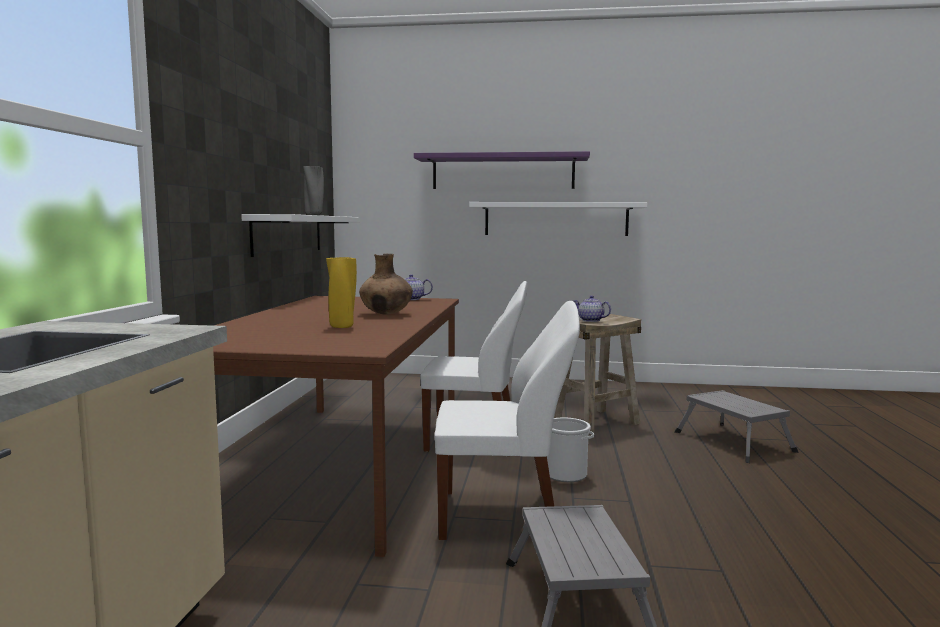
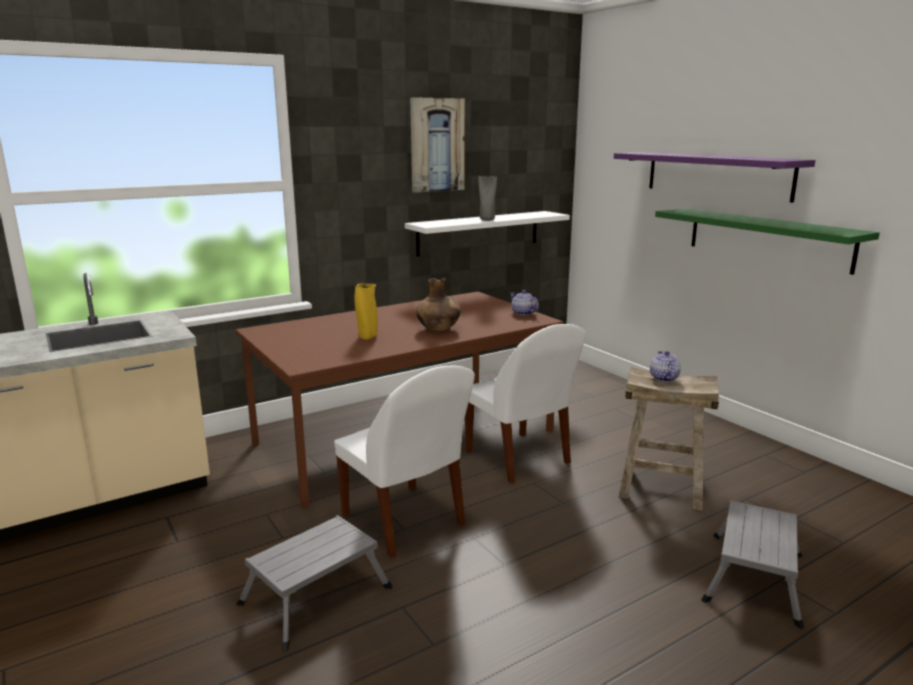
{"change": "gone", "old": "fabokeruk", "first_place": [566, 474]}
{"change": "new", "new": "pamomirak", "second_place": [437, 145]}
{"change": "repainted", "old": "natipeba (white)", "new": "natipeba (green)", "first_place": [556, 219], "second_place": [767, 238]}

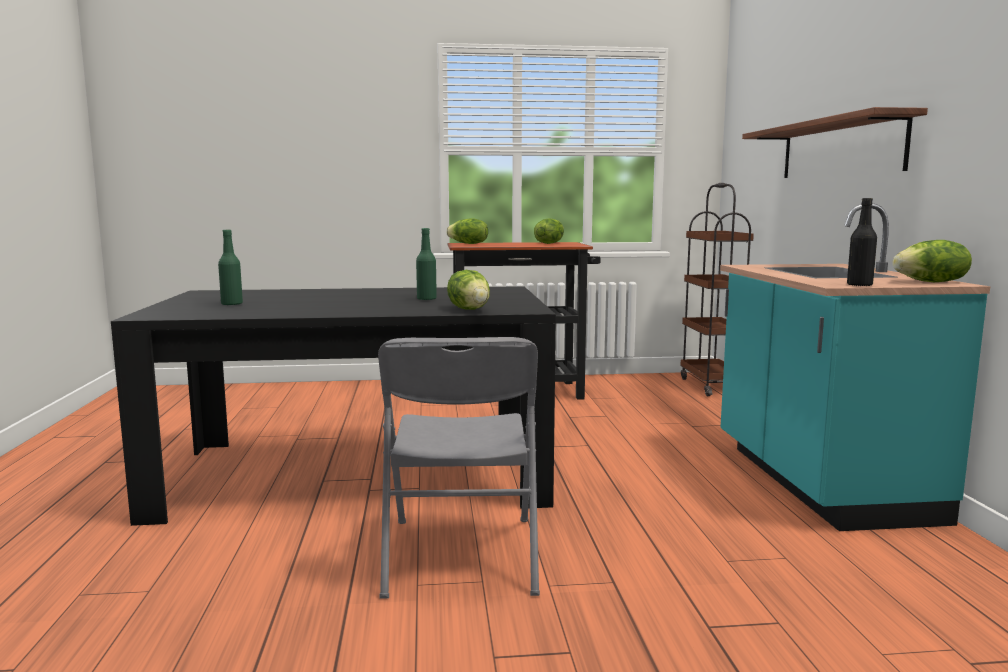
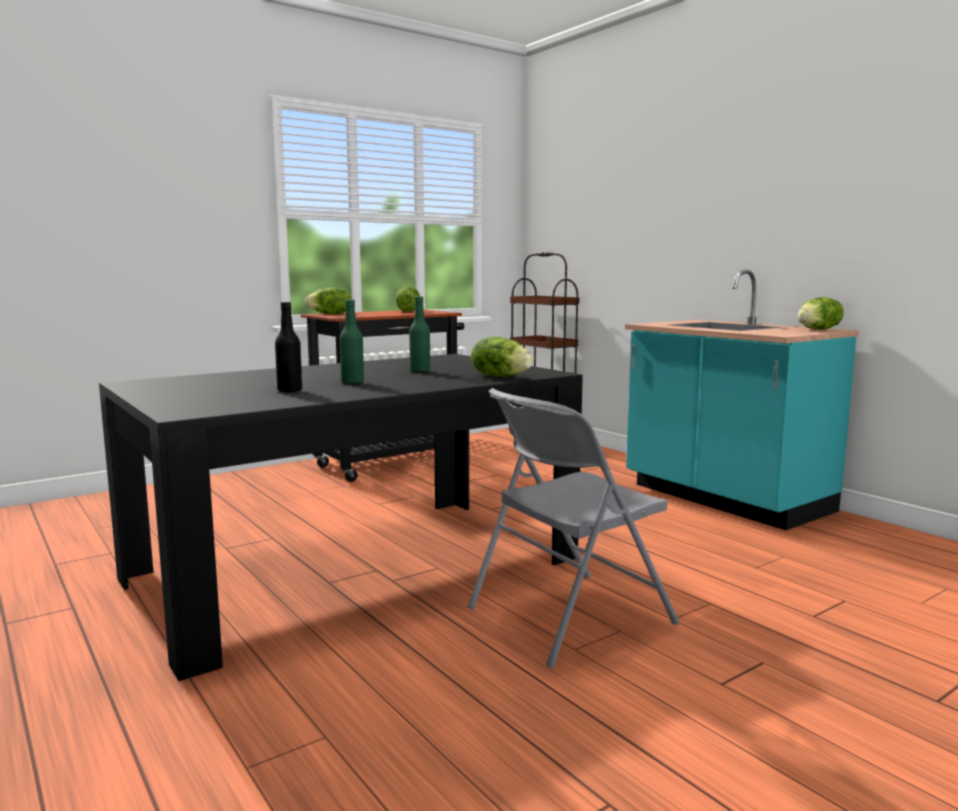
{"change": "gone", "old": "natipeba", "first_place": [839, 149]}
{"change": "shifted", "old": "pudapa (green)", "first_place": [232, 304], "second_place": [352, 382]}
{"change": "shifted", "old": "pudapa (black)", "first_place": [859, 285], "second_place": [289, 390]}
{"change": "rotated", "old": "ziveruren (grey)", "first_place": [461, 555], "second_place": [570, 615], "degrees": 90}

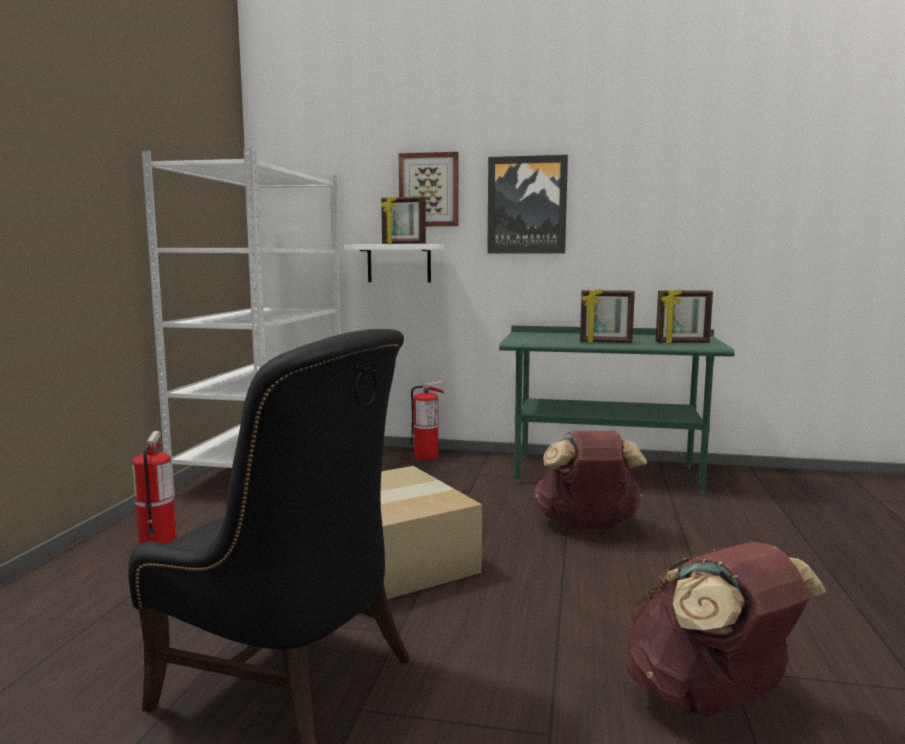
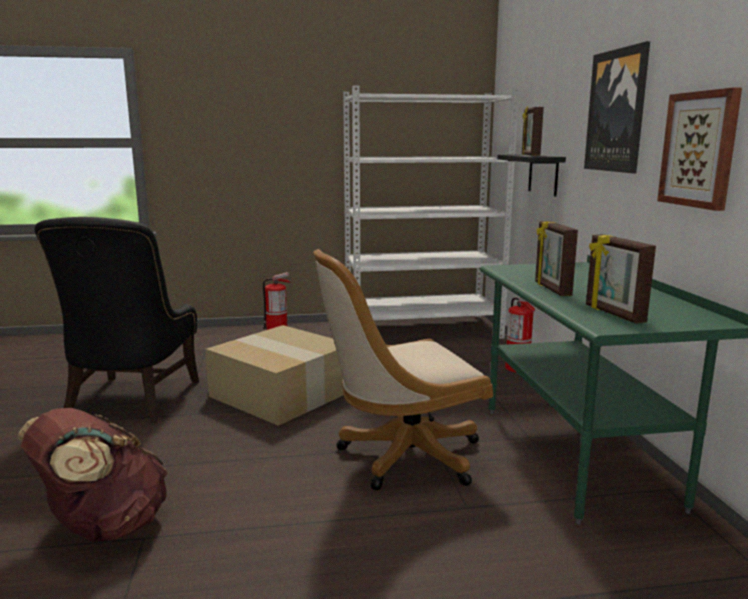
{"change": "shifted", "old": "pamomirak", "first_place": [429, 190], "second_place": [700, 149]}
{"change": "swapped", "old": "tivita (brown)", "new": "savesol", "first_place": [587, 527], "second_place": [400, 457]}
{"change": "repainted", "old": "natipeba (white)", "new": "natipeba (black)", "first_place": [399, 263], "second_place": [543, 174]}

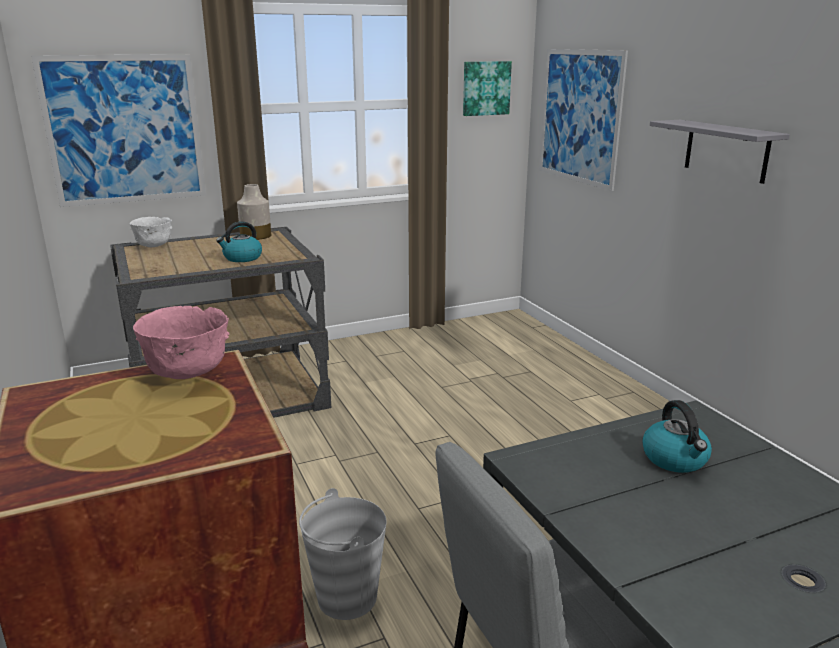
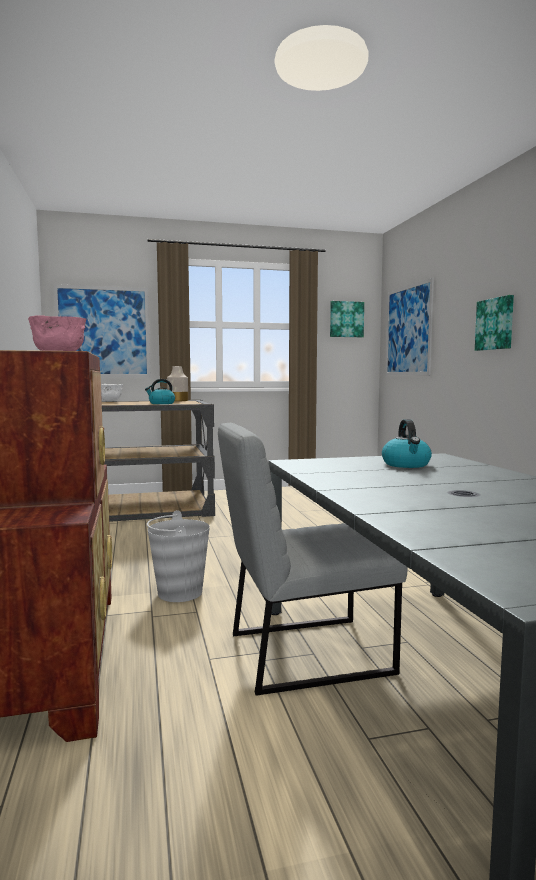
{"change": "swapped", "old": "natipeba (grey)", "new": "pamomirak", "first_place": [726, 150], "second_place": [495, 324]}

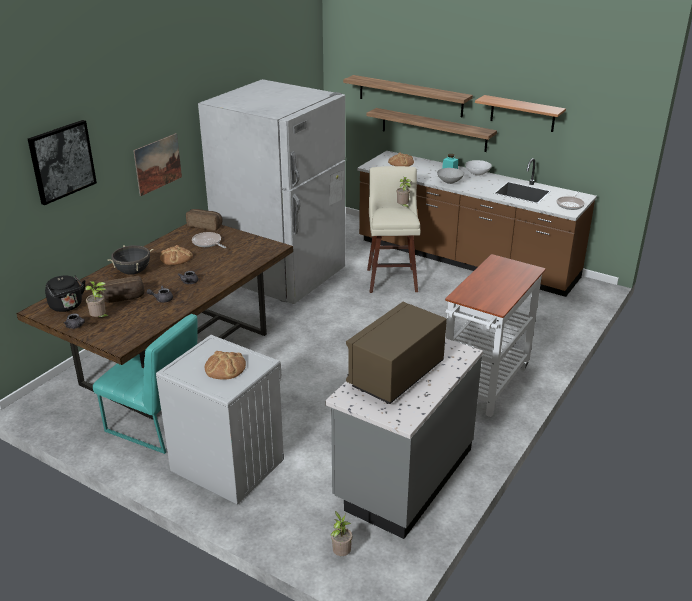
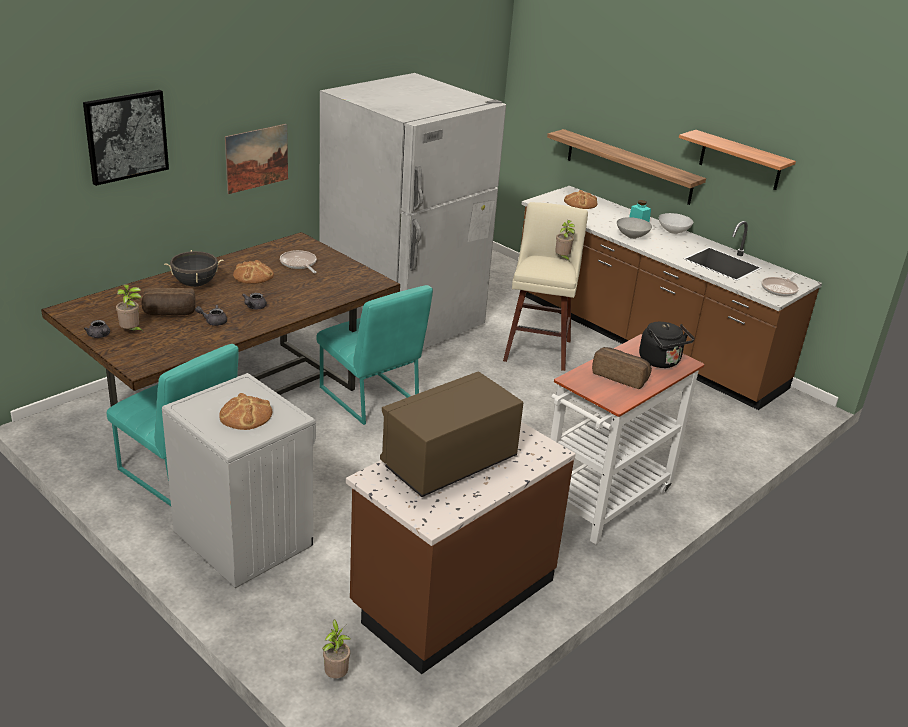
{"change": "gone", "old": "natipeba", "first_place": [410, 96]}
{"change": "new", "new": "ziveruren (turquoise)", "second_place": [370, 397]}
{"change": "shifted", "old": "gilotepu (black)", "first_place": [67, 306], "second_place": [661, 362]}
{"change": "shifted", "old": "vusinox", "first_place": [205, 225], "second_place": [620, 376]}
{"change": "repainted", "old": "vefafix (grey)", "new": "vefafix (brown)", "first_place": [402, 475], "second_place": [452, 594]}

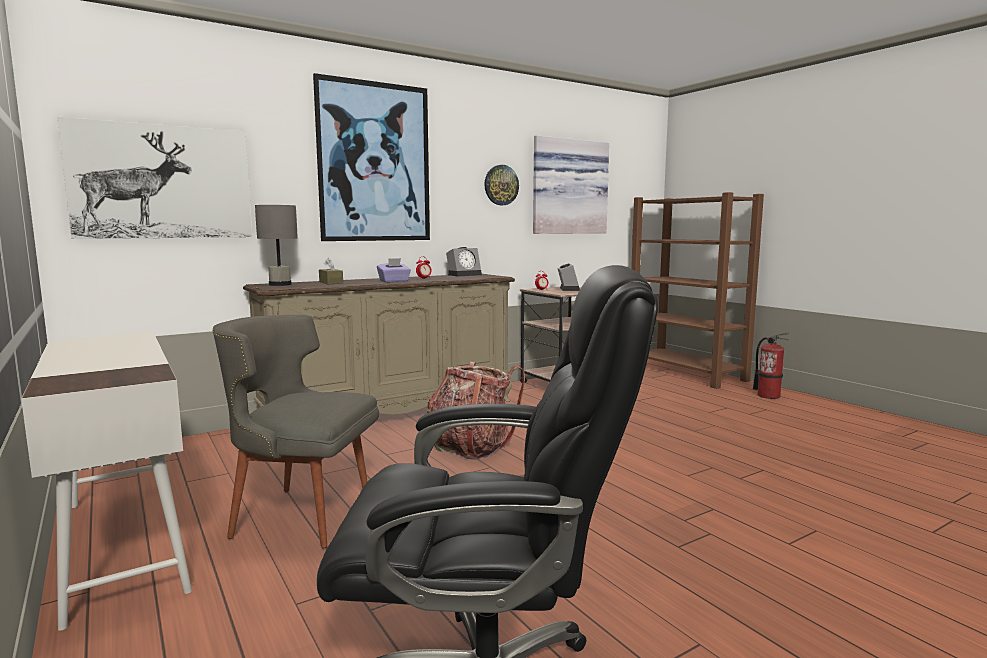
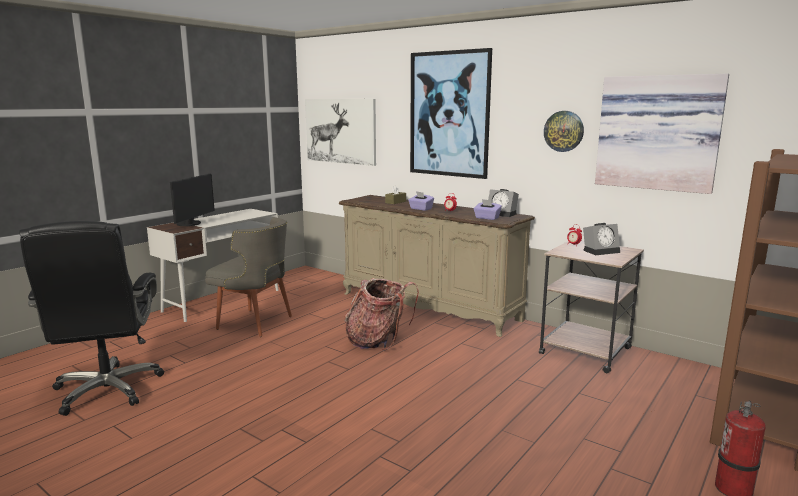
{"change": "gone", "old": "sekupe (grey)", "first_place": [279, 284]}
{"change": "new", "new": "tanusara", "second_place": [191, 224]}
{"change": "new", "new": "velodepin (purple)", "second_place": [487, 218]}
{"change": "rotated", "old": "ziveruren (grey)", "first_place": [304, 517], "second_place": [254, 323], "degrees": 120}

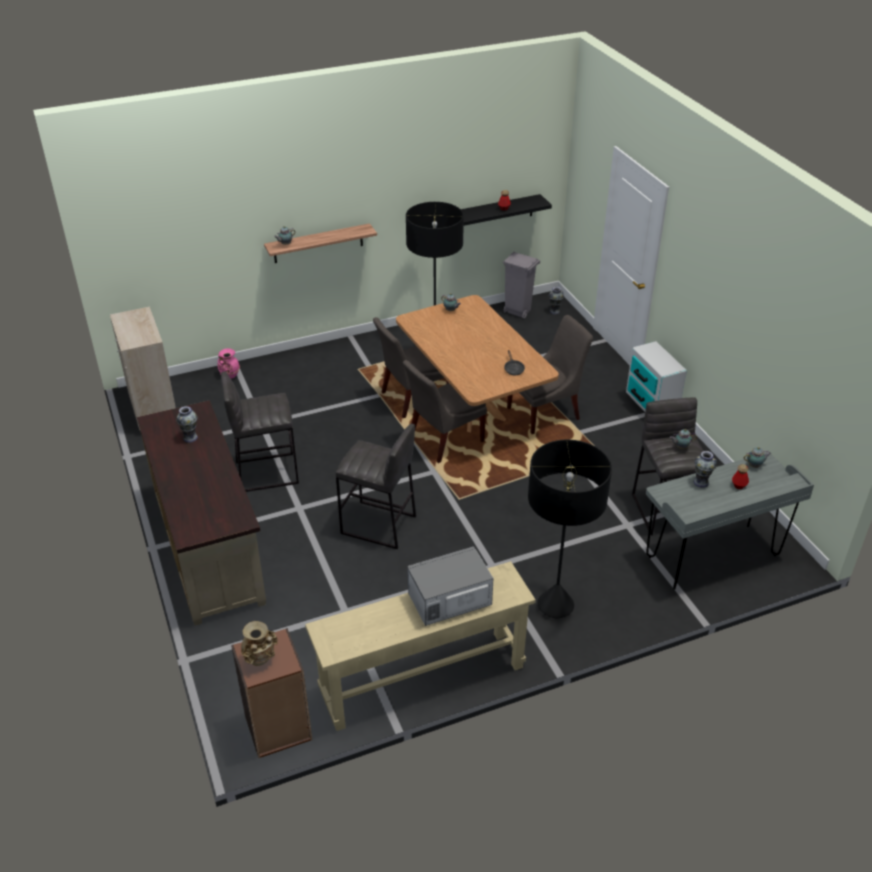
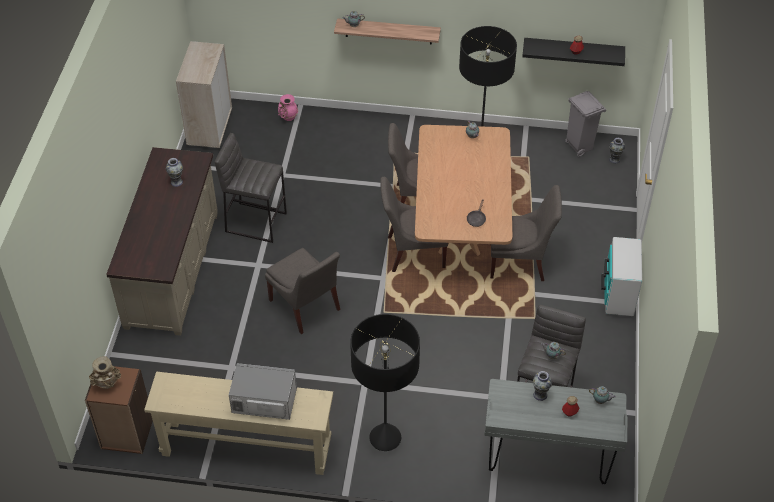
{"change": "swapped", "old": "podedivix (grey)", "new": "ziveruren (grey)", "first_place": [379, 525], "second_place": [306, 307]}

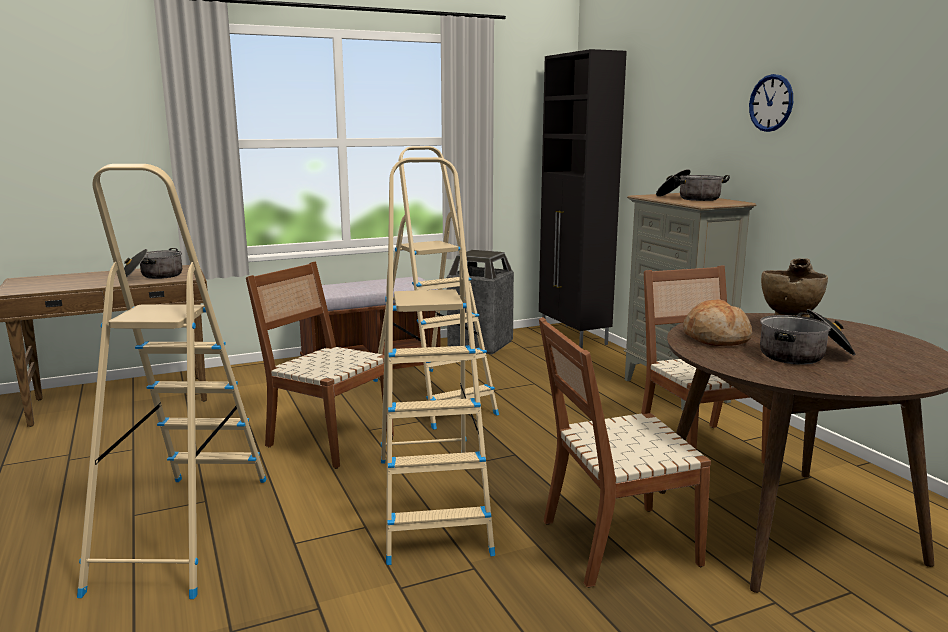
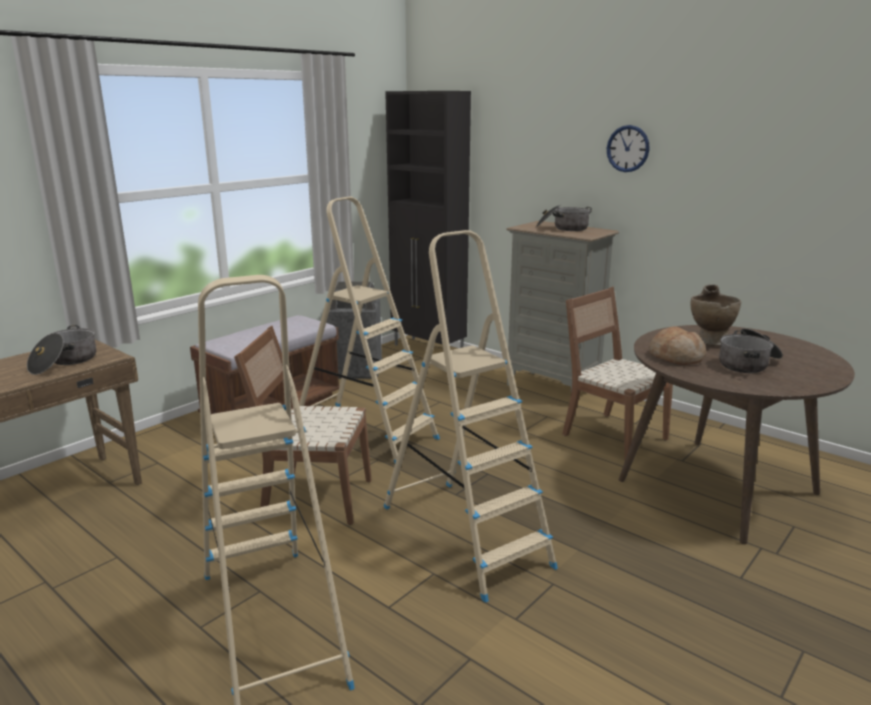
{"change": "gone", "old": "ziveruren", "first_place": [612, 545]}

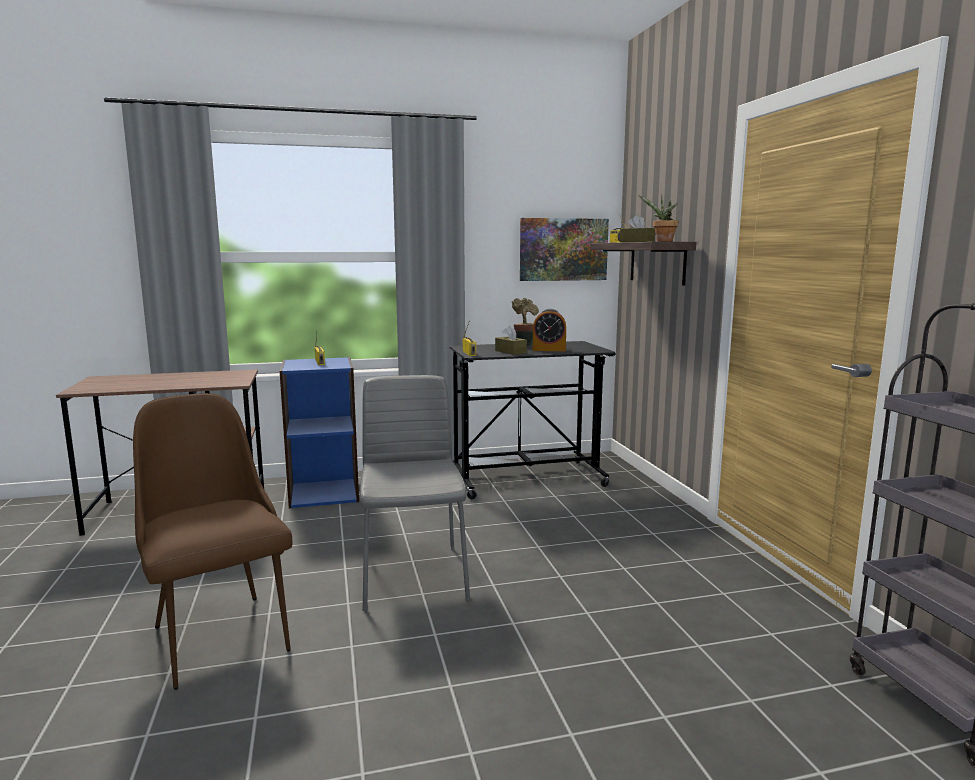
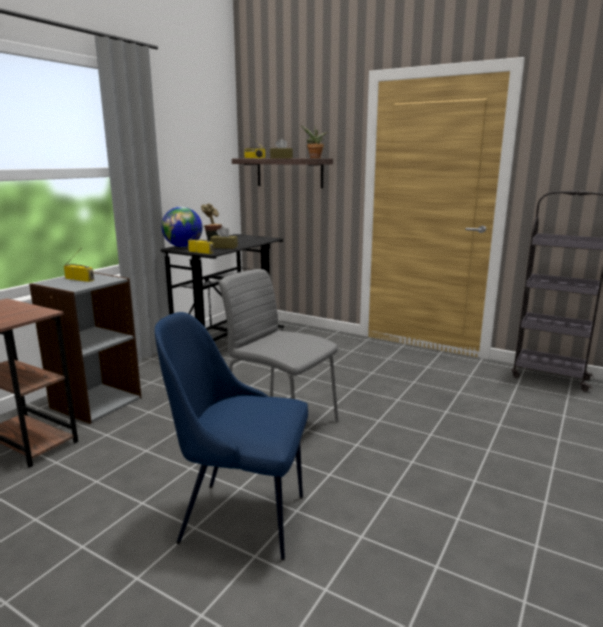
{"change": "gone", "old": "pamomirak", "first_place": [563, 249]}
{"change": "gone", "old": "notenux", "first_place": [549, 350]}
{"change": "new", "new": "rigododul", "second_place": [183, 247]}
{"change": "repainted", "old": "ziveruren (brown)", "new": "ziveruren (blue)", "first_place": [219, 638], "second_place": [242, 519]}
{"change": "repainted", "old": "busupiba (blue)", "new": "busupiba (grey)", "first_place": [324, 493], "second_place": [95, 402]}

